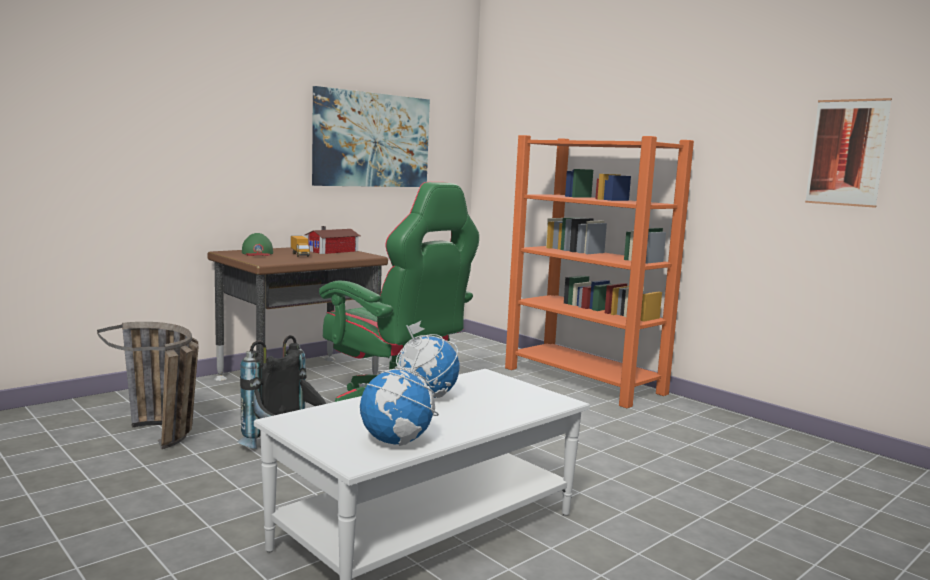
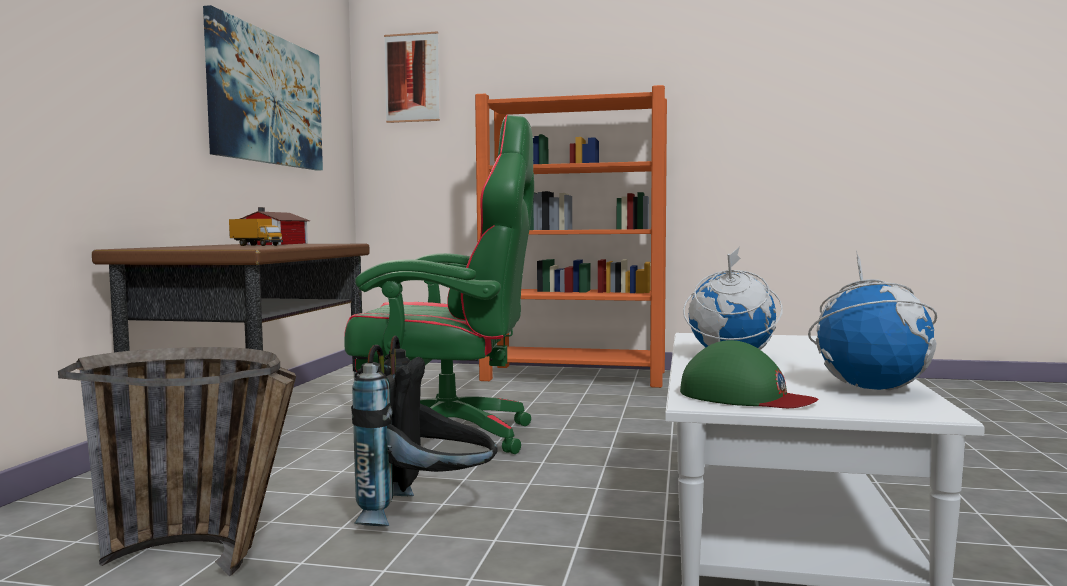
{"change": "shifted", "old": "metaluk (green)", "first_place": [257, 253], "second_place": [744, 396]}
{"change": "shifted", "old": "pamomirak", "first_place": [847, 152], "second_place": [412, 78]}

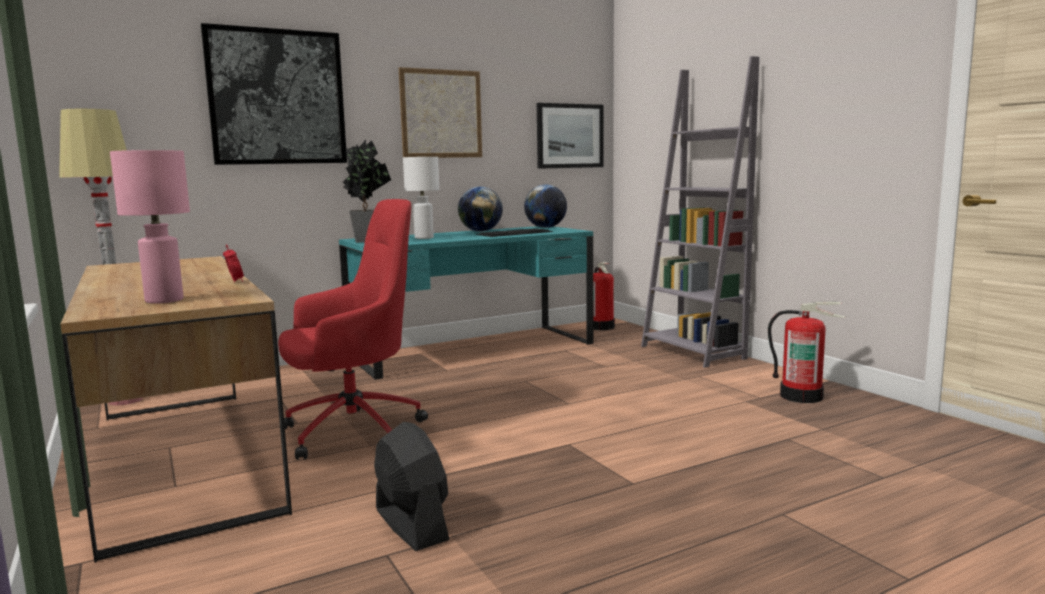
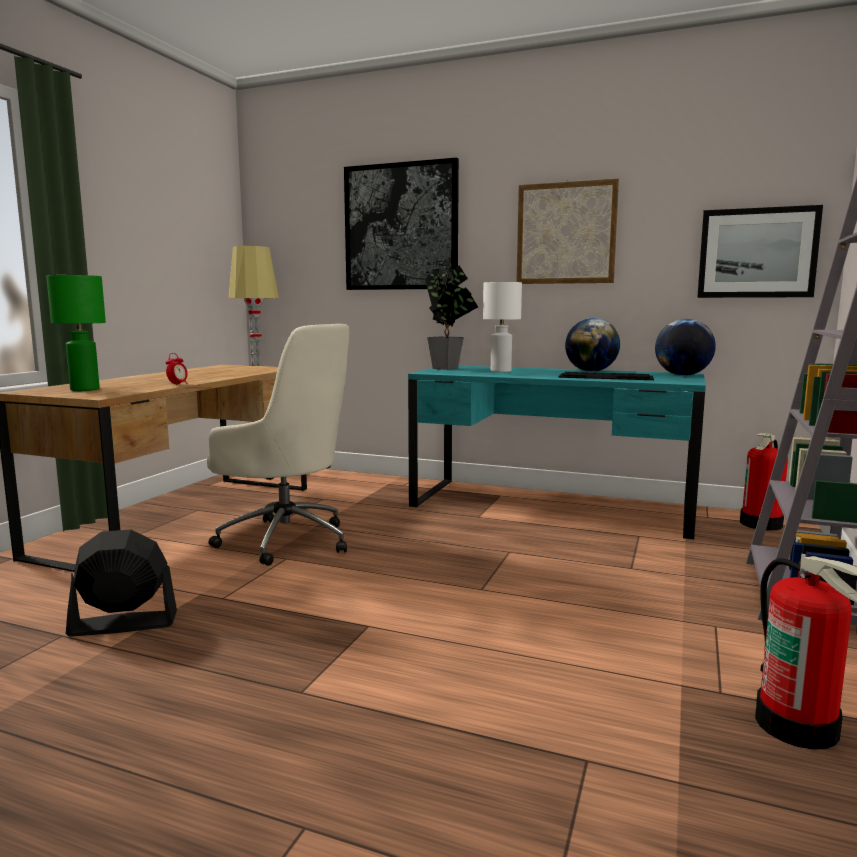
{"change": "repainted", "old": "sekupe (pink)", "new": "sekupe (green)", "first_place": [163, 301], "second_place": [84, 389]}
{"change": "repainted", "old": "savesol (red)", "new": "savesol (beige)", "first_place": [354, 432], "second_place": [287, 541]}
{"change": "rotated", "old": "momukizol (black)", "first_place": [411, 524], "second_place": [123, 624], "degrees": -120}

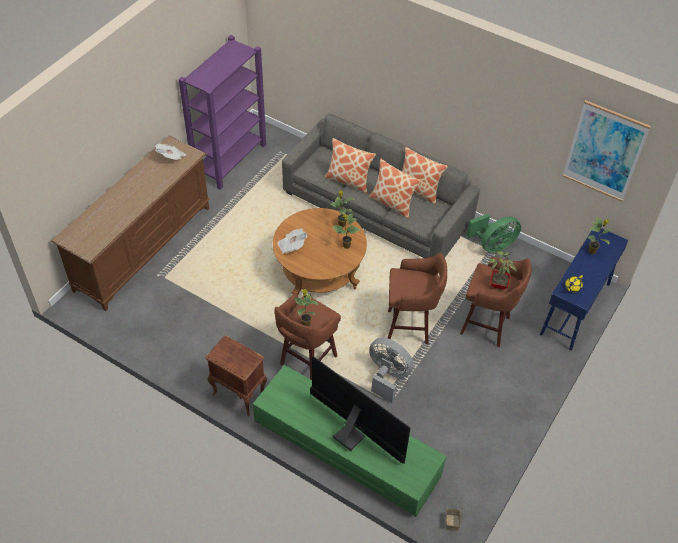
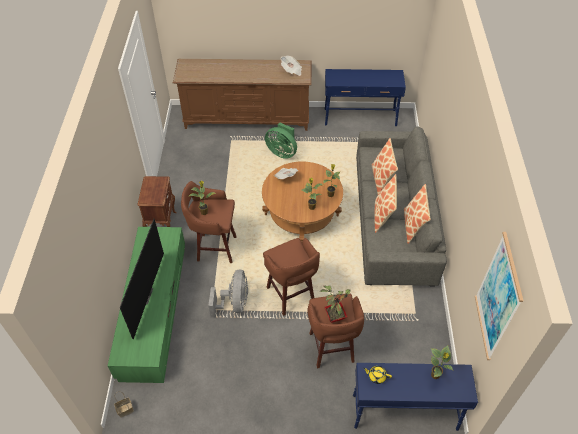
{"change": "shifted", "old": "momukizol (green)", "first_place": [493, 245], "second_place": [282, 152]}
{"change": "swapped", "old": "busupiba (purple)", "new": "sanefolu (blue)", "first_place": [229, 159], "second_place": [360, 118]}

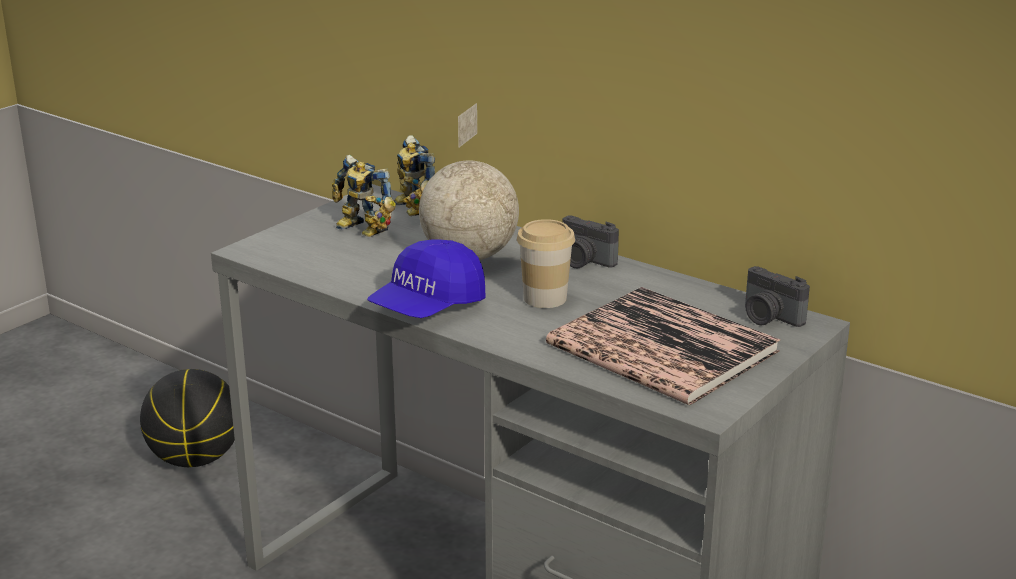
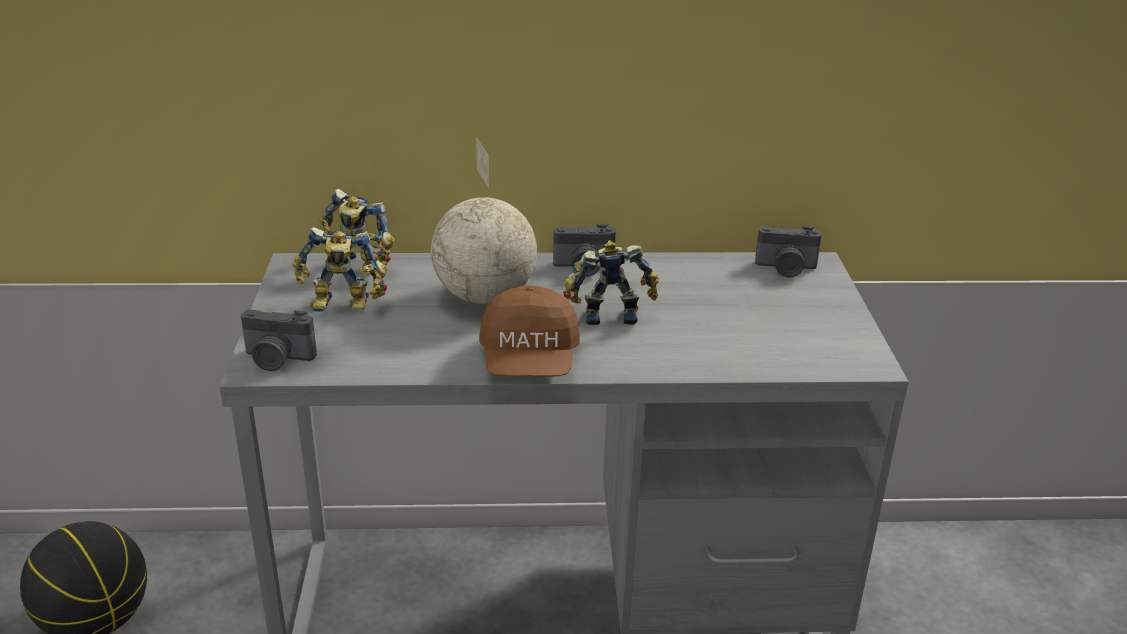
{"change": "gone", "old": "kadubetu", "first_place": [662, 348]}
{"change": "new", "new": "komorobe", "second_place": [277, 359]}
{"change": "swapped", "old": "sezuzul", "new": "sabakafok", "first_place": [545, 298], "second_place": [609, 314]}
{"change": "repainted", "old": "metaluk (blue)", "new": "metaluk (brown)", "first_place": [428, 307], "second_place": [529, 361]}

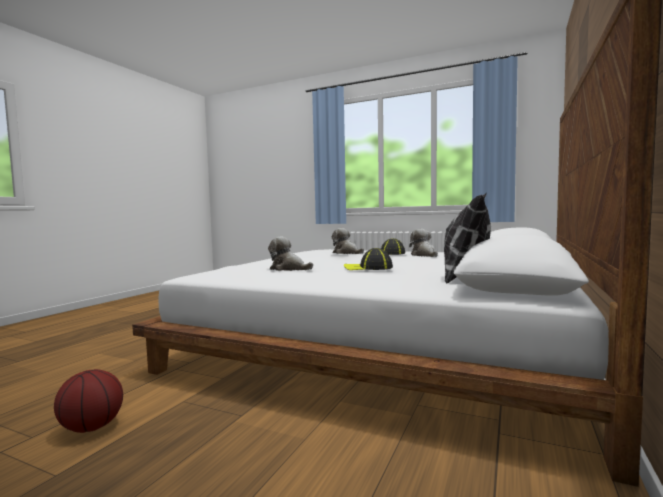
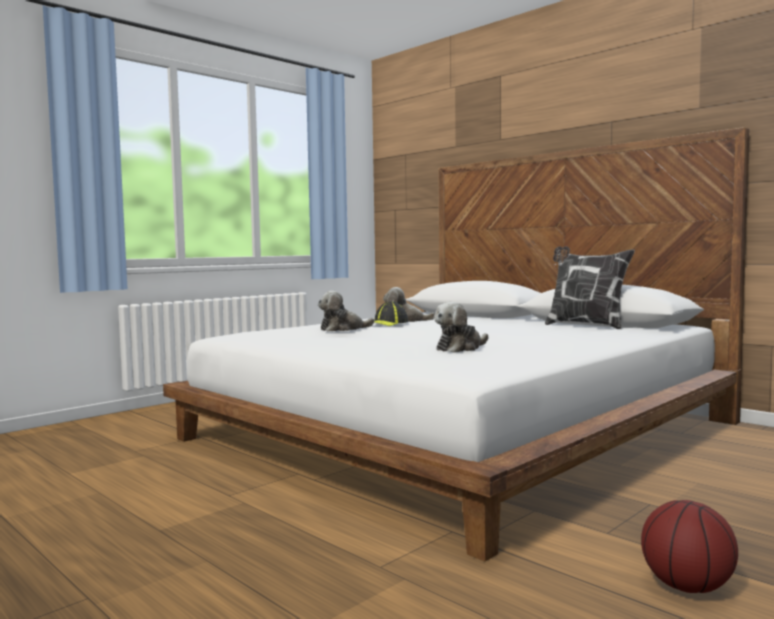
{"change": "gone", "old": "metaluk", "first_place": [368, 268]}

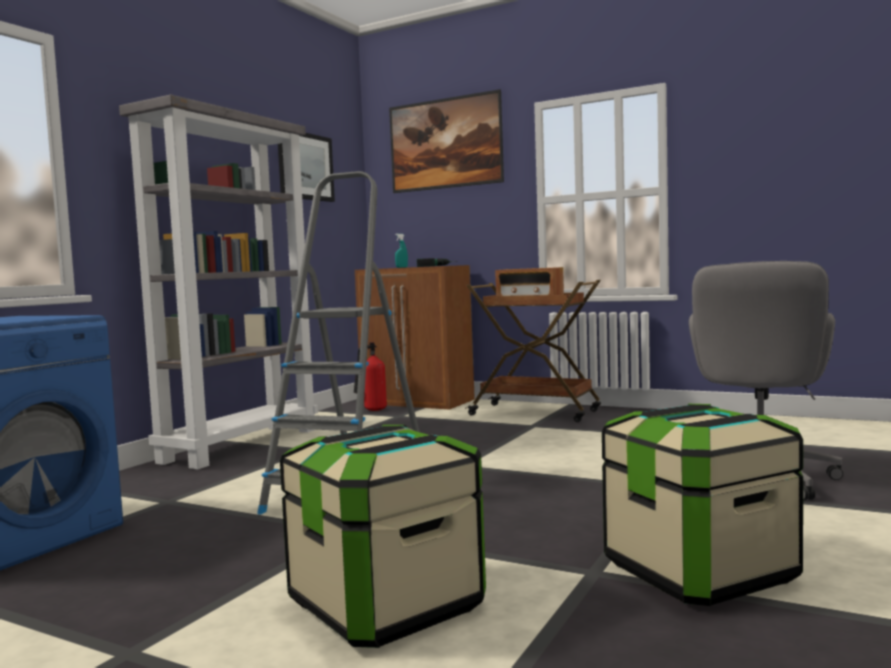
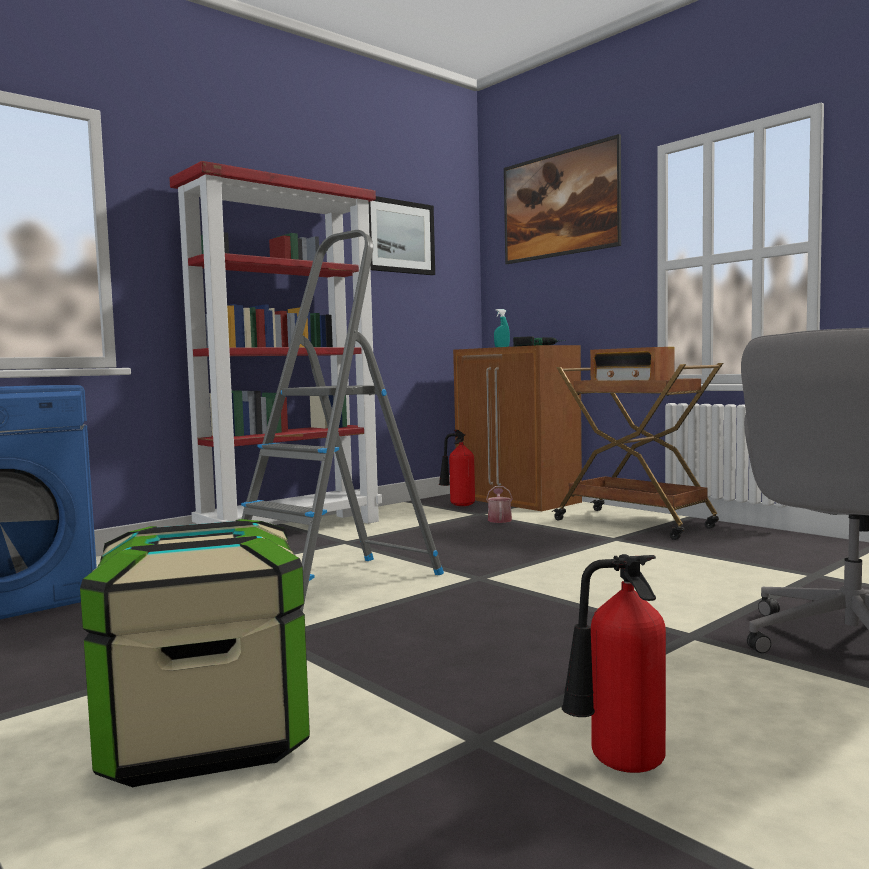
{"change": "new", "new": "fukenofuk", "second_place": [499, 519]}
{"change": "swapped", "old": "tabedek", "new": "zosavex", "first_place": [699, 571], "second_place": [618, 767]}
{"change": "repainted", "old": "busupiba (grey)", "new": "busupiba (red)", "first_place": [241, 445], "second_place": [292, 530]}

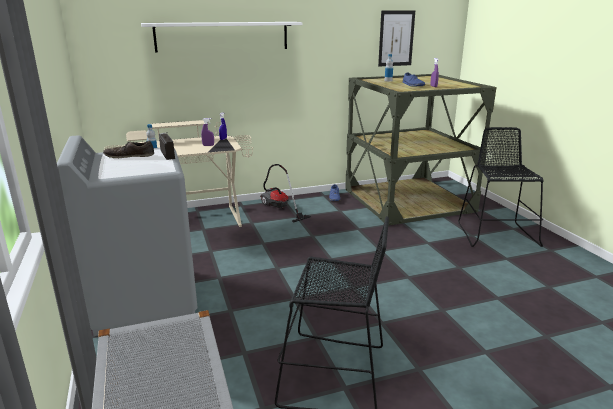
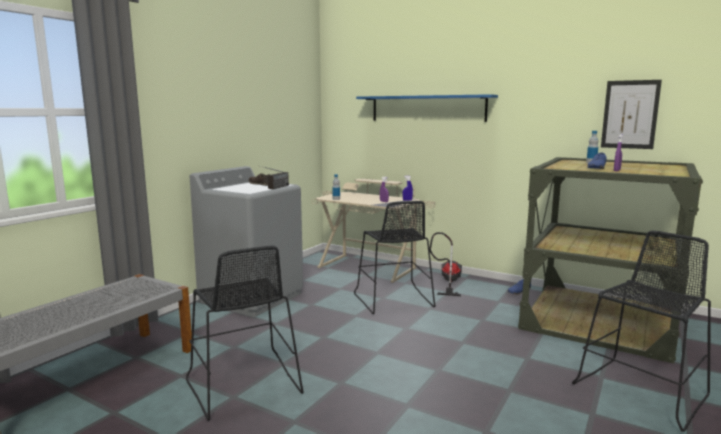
{"change": "new", "new": "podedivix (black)", "second_place": [393, 300]}
{"change": "repainted", "old": "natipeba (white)", "new": "natipeba (blue)", "first_place": [222, 36], "second_place": [427, 108]}

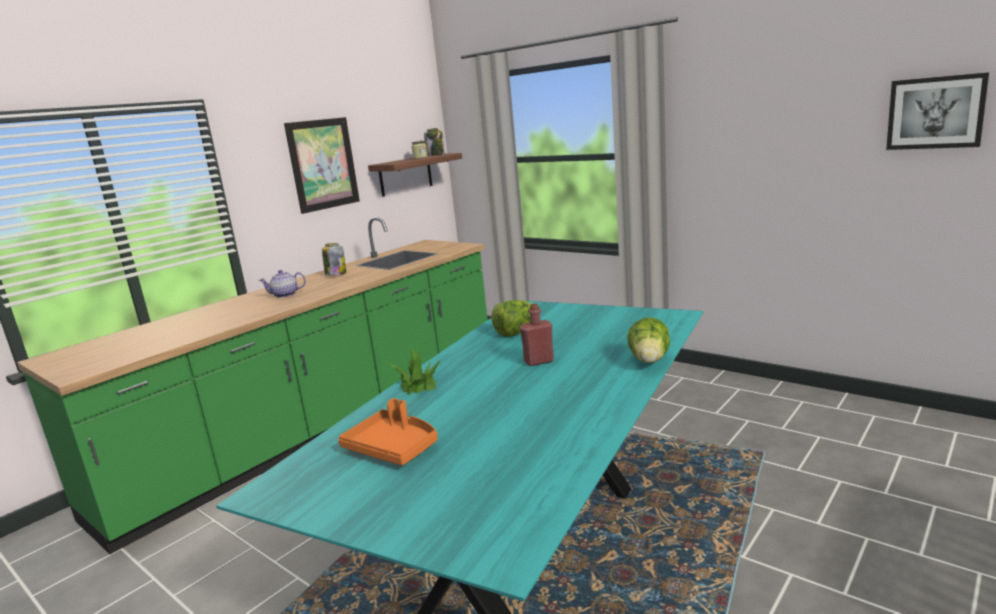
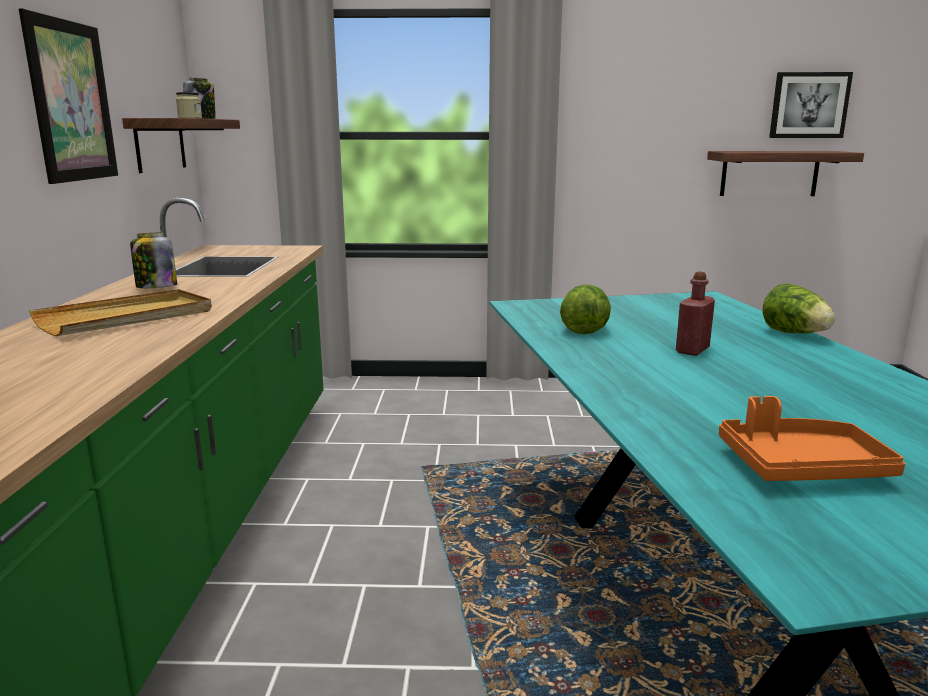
{"change": "gone", "old": "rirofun", "first_place": [418, 384]}
{"change": "new", "new": "natipeba", "second_place": [769, 173]}
{"change": "swapped", "old": "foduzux", "new": "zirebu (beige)", "first_place": [285, 295], "second_place": [127, 318]}

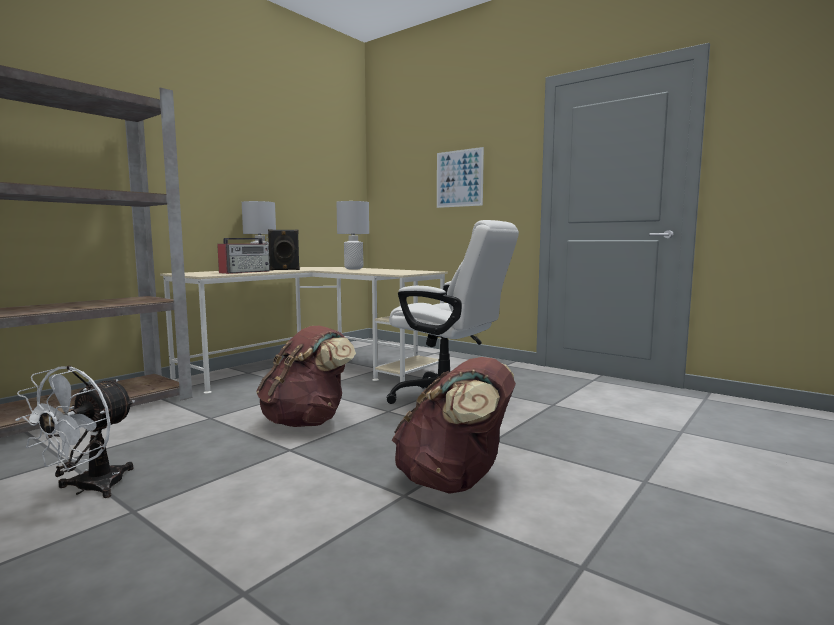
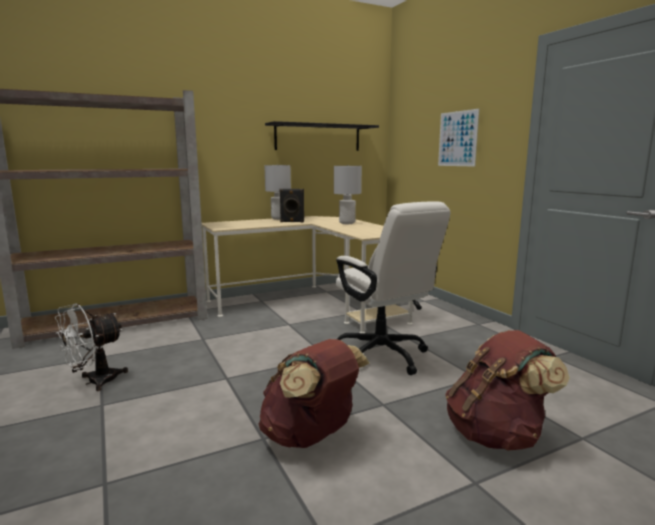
{"change": "gone", "old": "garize", "first_place": [245, 272]}
{"change": "new", "new": "natipeba (black)", "second_place": [318, 137]}
{"change": "shifted", "old": "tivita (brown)", "first_place": [307, 421], "second_place": [496, 435]}

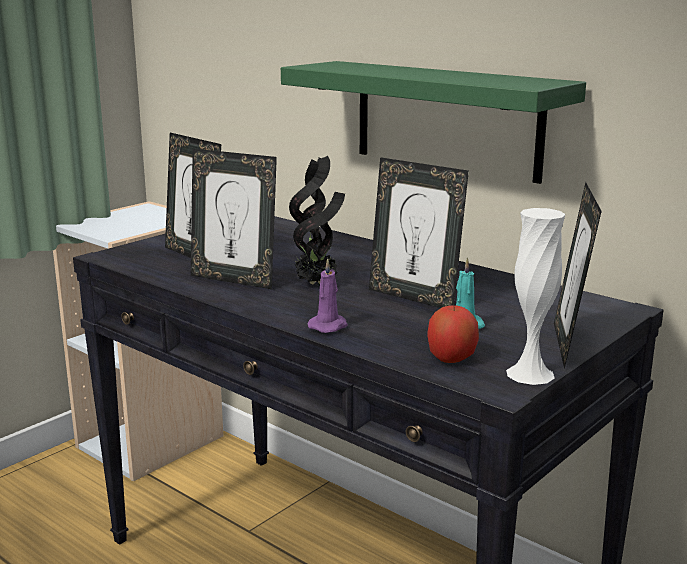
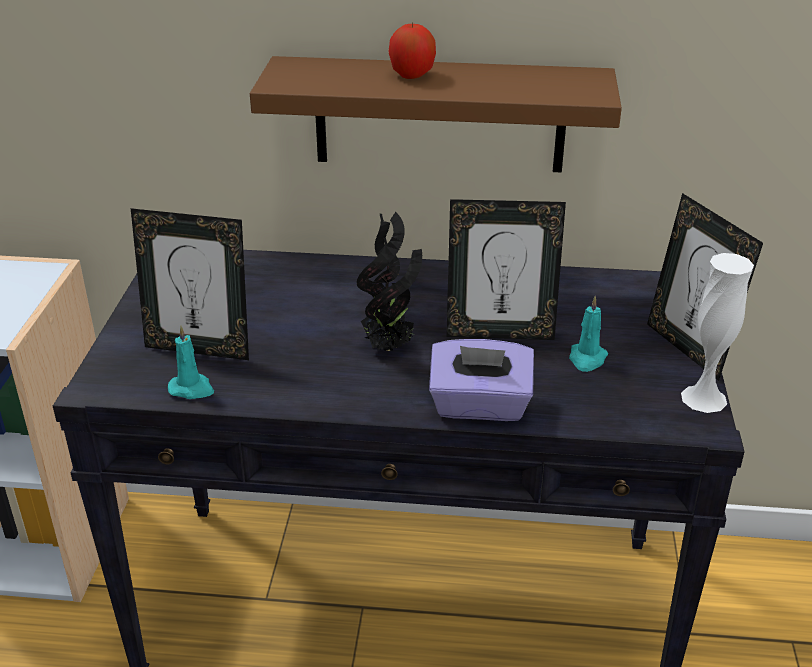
{"change": "gone", "old": "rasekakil", "first_place": [234, 279]}
{"change": "new", "new": "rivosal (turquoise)", "second_place": [192, 389]}
{"change": "shifted", "old": "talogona", "first_place": [451, 358], "second_place": [412, 75]}
{"change": "swapped", "old": "rivosal (purple)", "new": "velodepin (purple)", "first_place": [329, 326], "second_place": [480, 406]}
{"change": "repainted", "old": "natipeba (green)", "new": "natipeba (brown)", "first_place": [446, 119], "second_place": [439, 115]}

